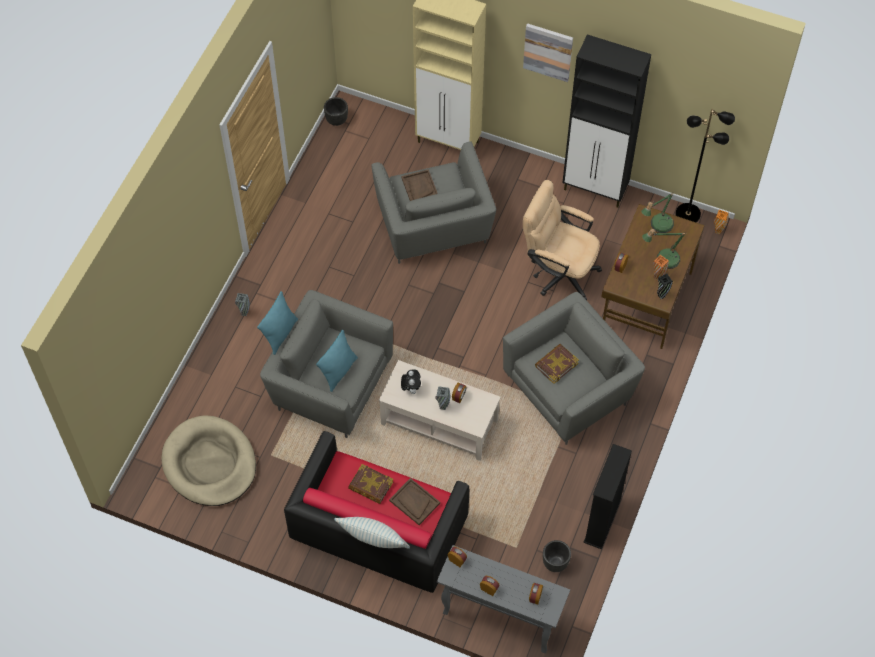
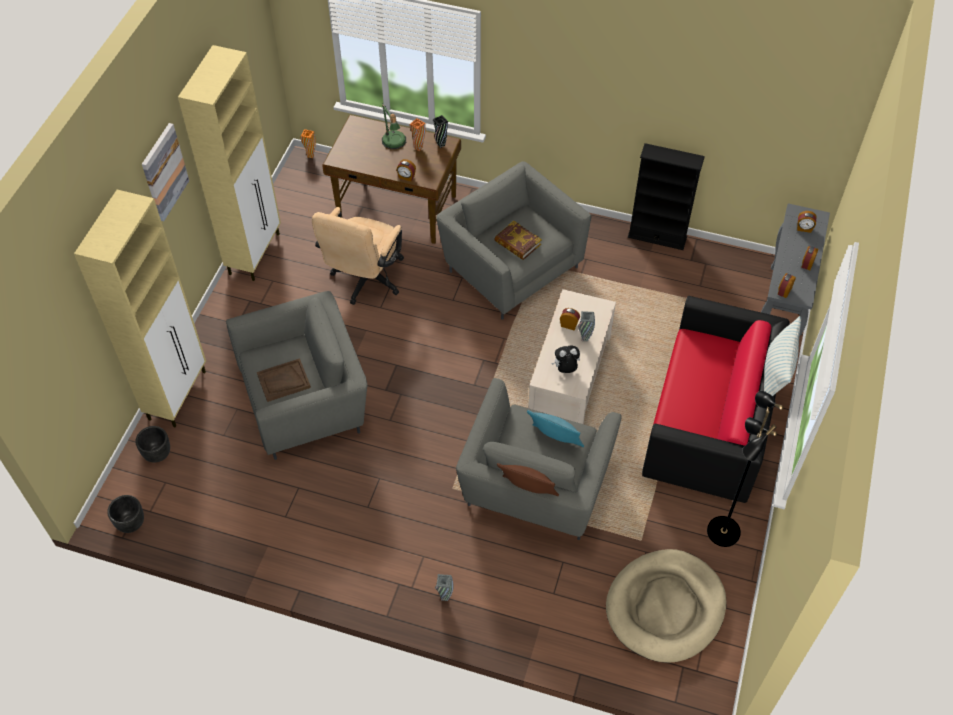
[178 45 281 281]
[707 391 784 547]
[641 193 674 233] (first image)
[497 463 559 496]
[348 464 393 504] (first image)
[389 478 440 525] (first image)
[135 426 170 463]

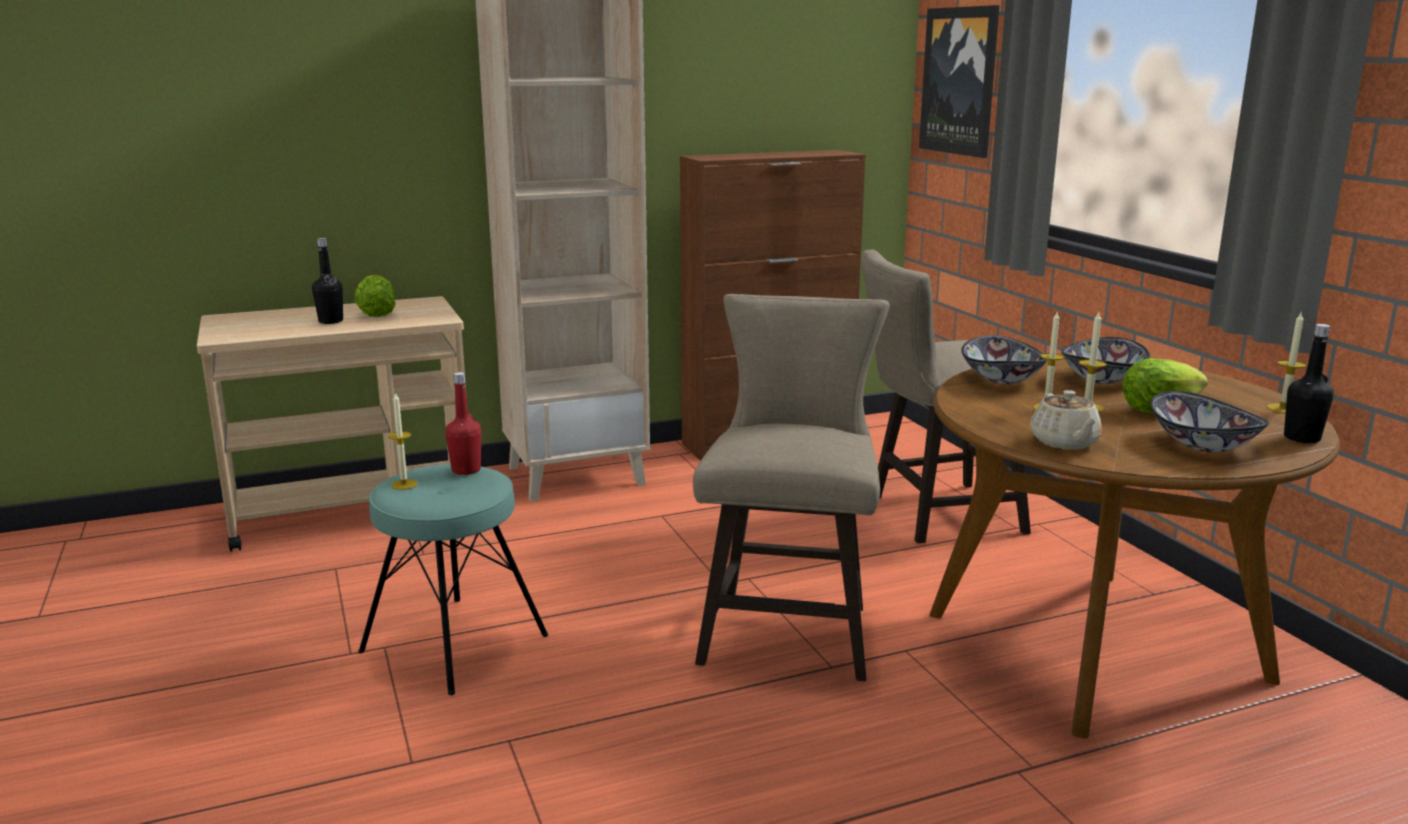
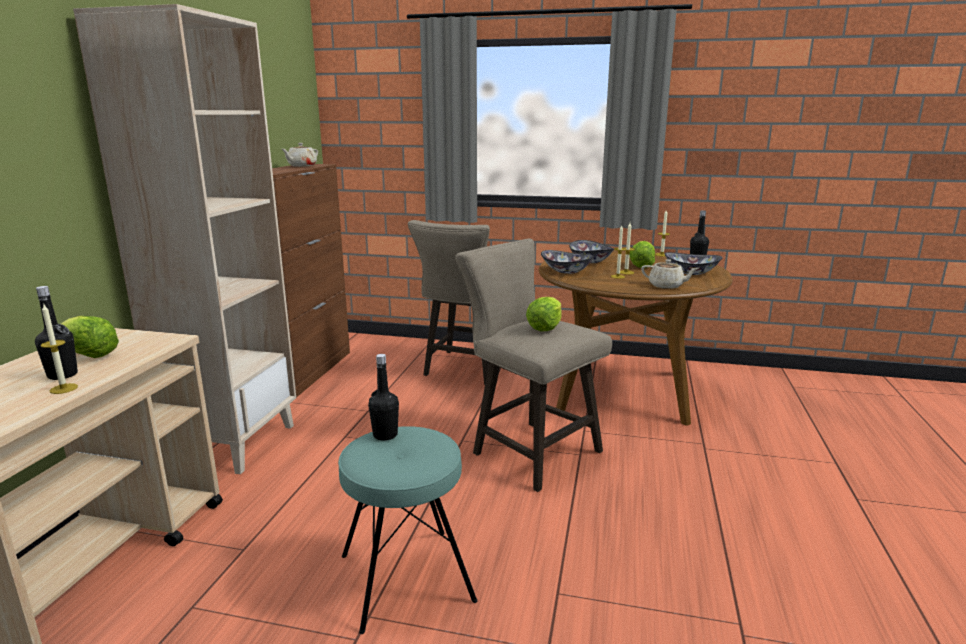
[919 5 999 158] (first image)
[368 354 399 441]
[41 304 78 394]
[282 143 318 167]
[526 297 562 331]

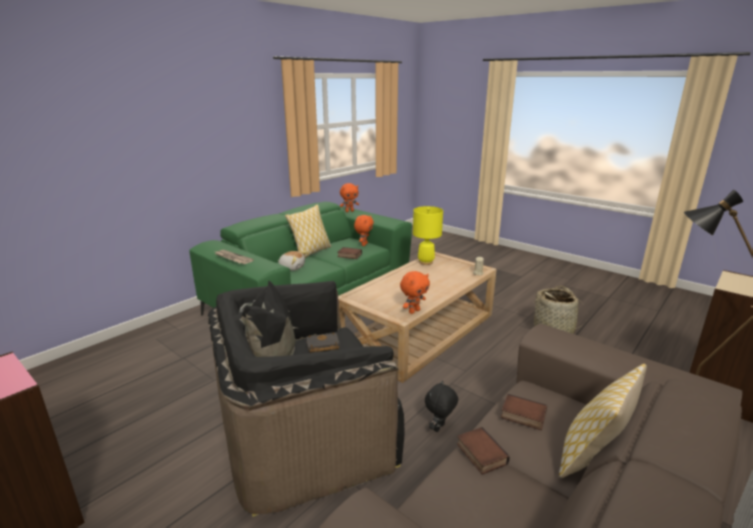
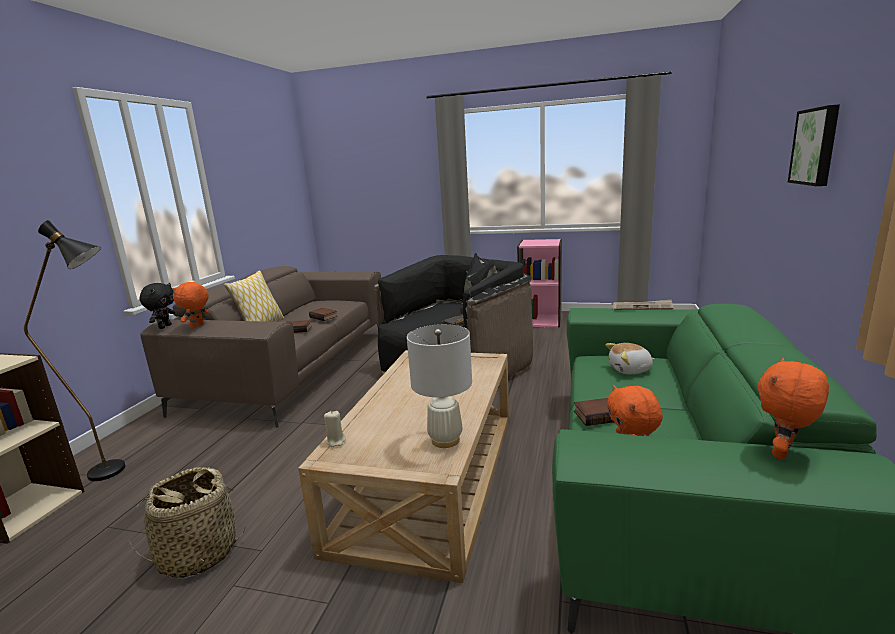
[285 204 331 258] (first image)
[407 324 472 448]
[172 282 209 329]
[139 283 175 329]
[788 104 840 186]

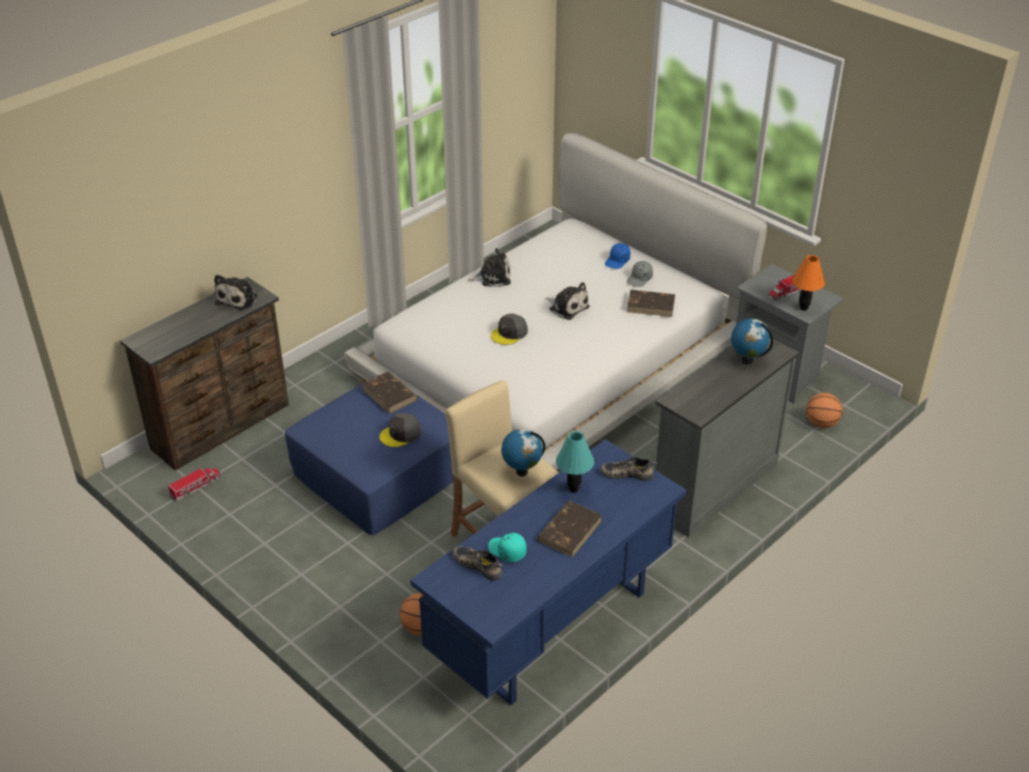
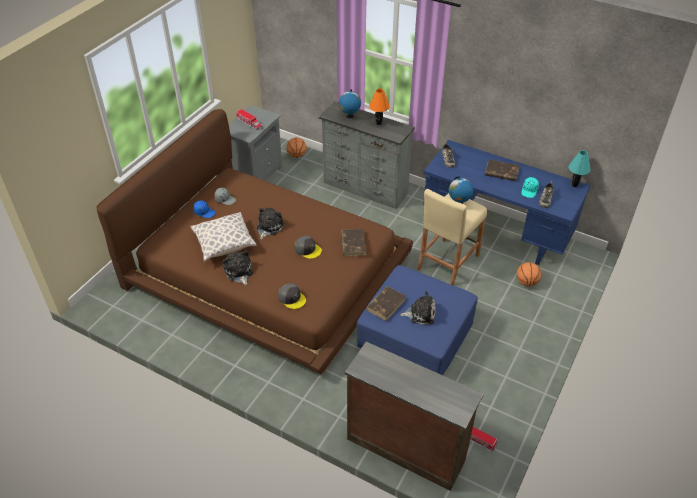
[96 109 413 374]
[369 88 390 125]
[400 291 436 325]
[341 229 366 256]
[278 283 306 309]
[568 150 591 187]
[191 212 257 262]

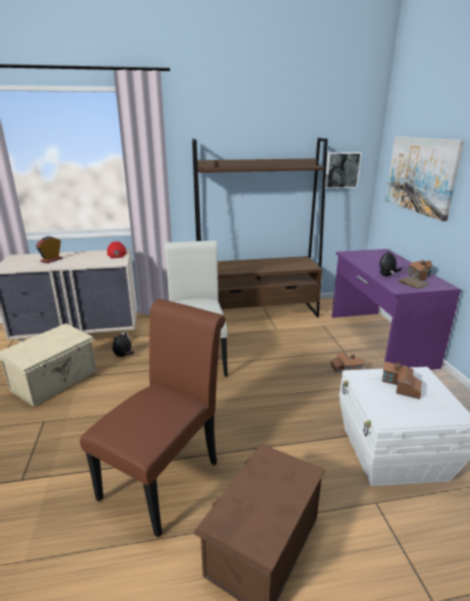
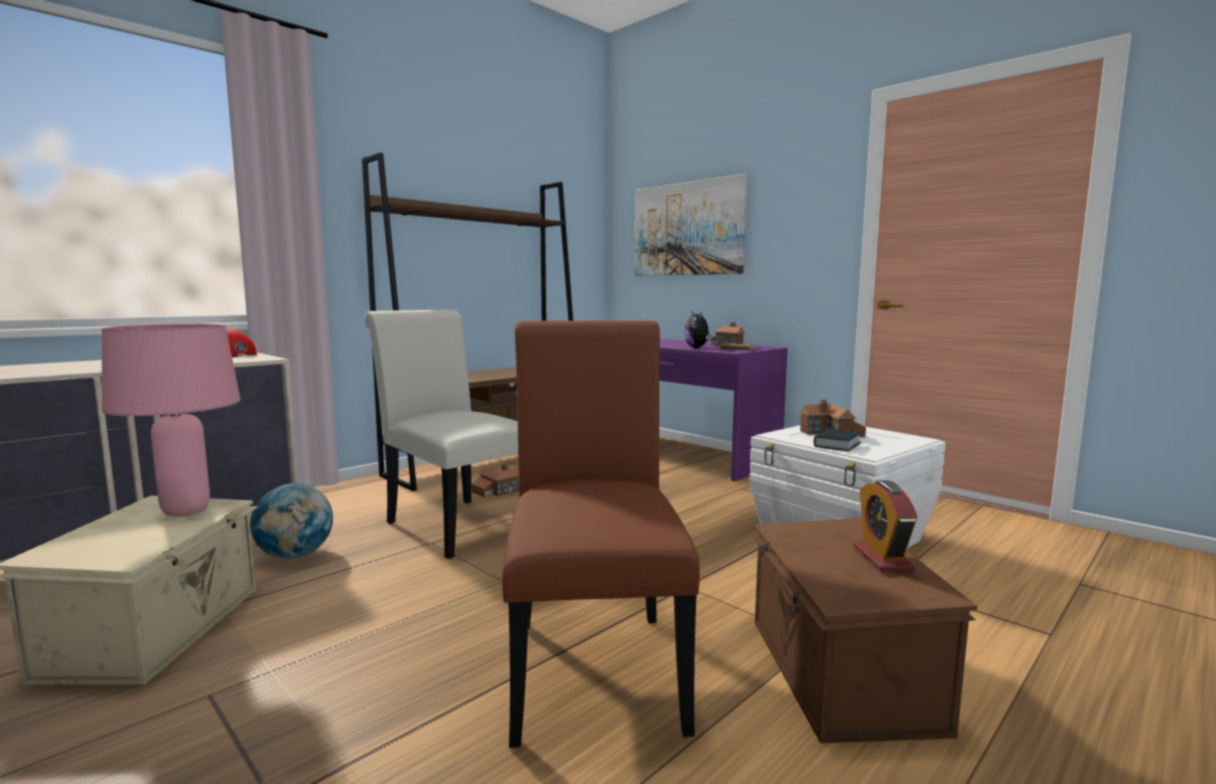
[325 152 362 189] (first image)
[853 480 918 572]
[250 483 333 559]
[471 463 519 497]
[102 324 241 516]
[814 429 861 451]

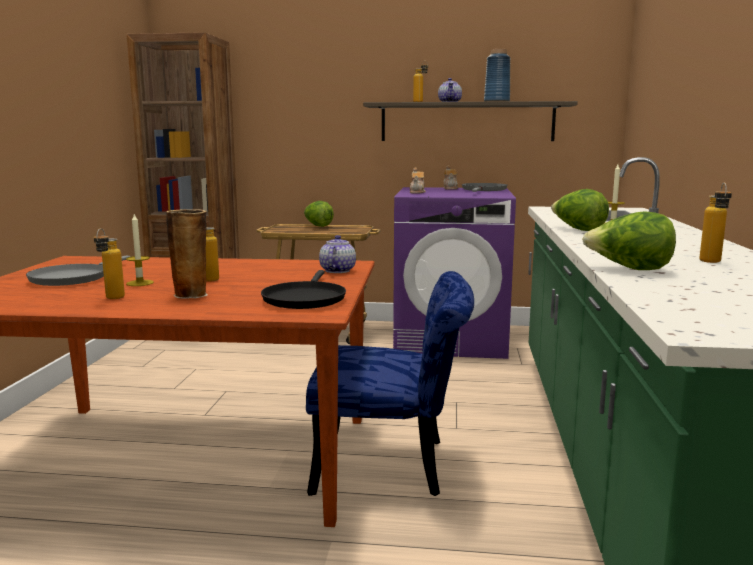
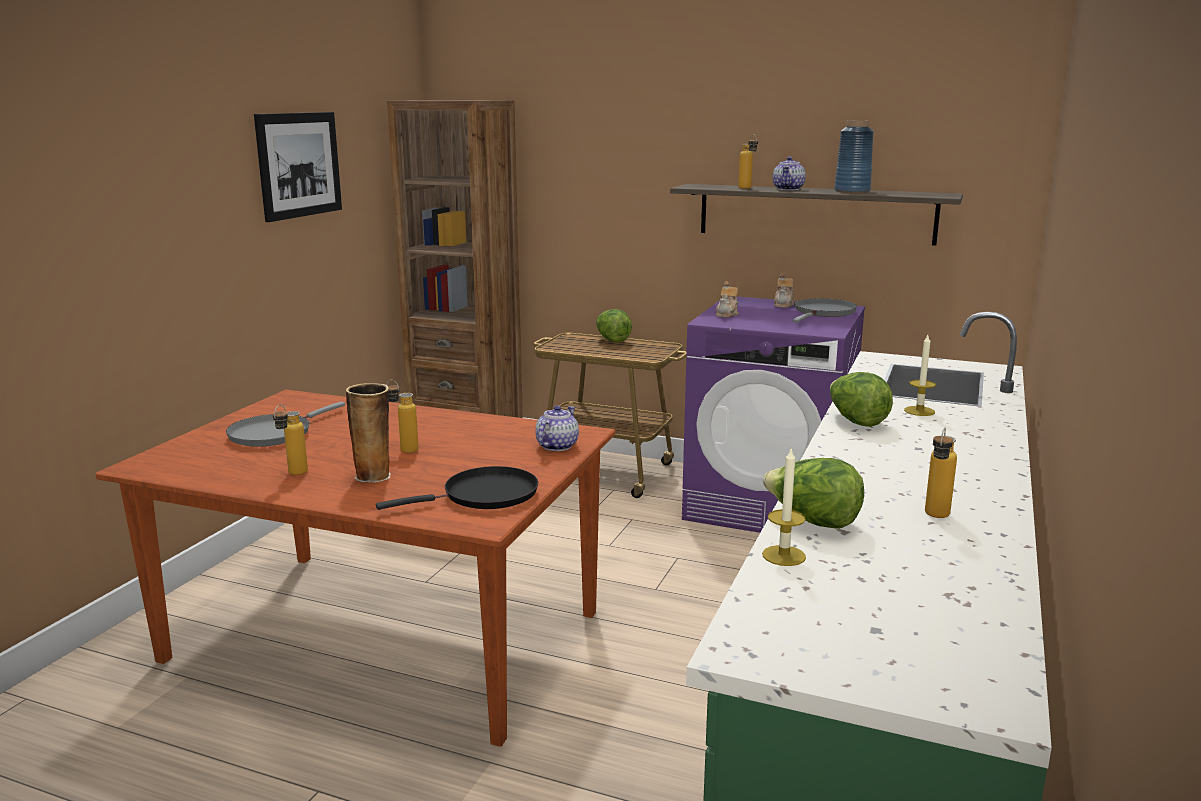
[762 449 806 566]
[376 466 538 510]
[306 271 474 496] (first image)
[254 112 342 222]

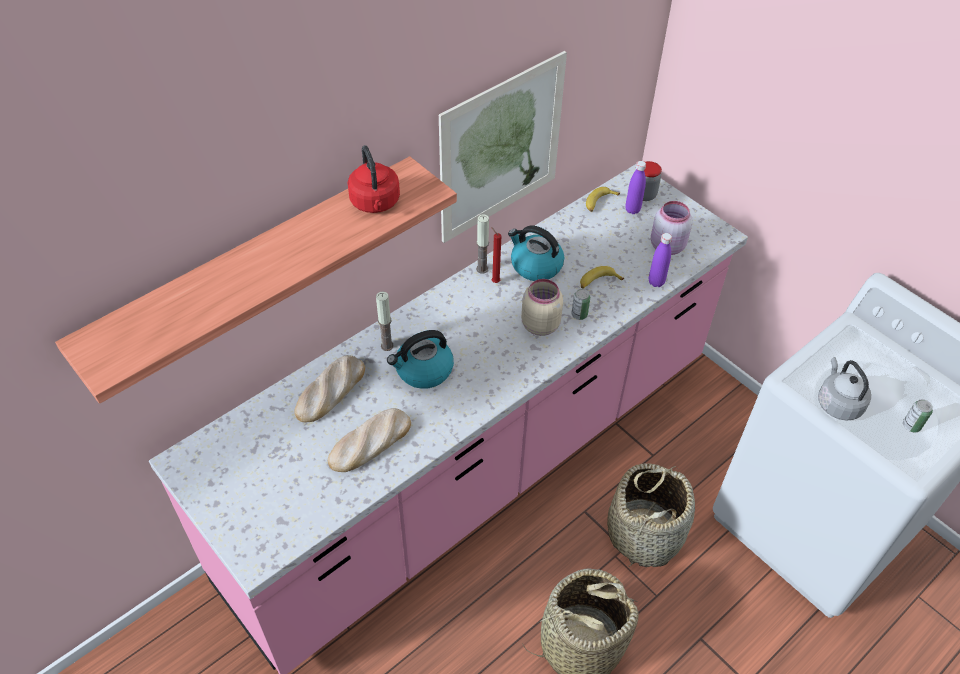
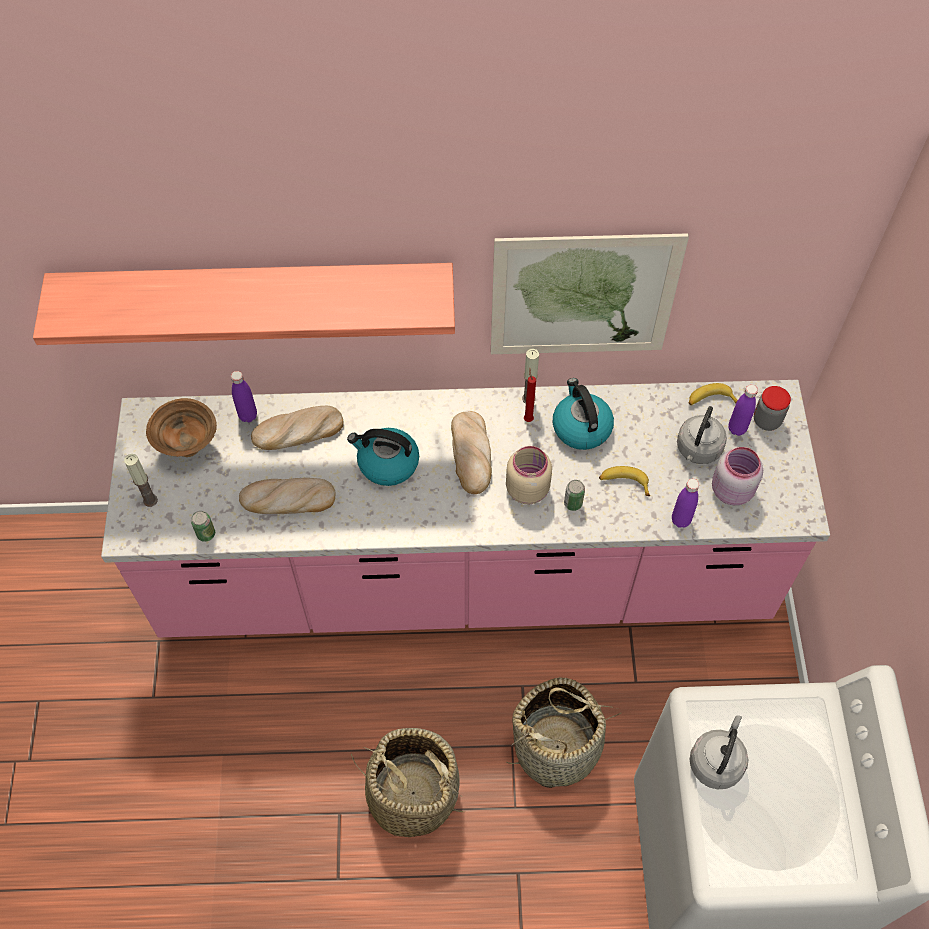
[348 145 400 213] (first image)
[124 454 158 507]
[191 511 215 542]
[231 371 257 422]
[146 398 217 457]
[677 406 727 464]
[451 411 492 494]

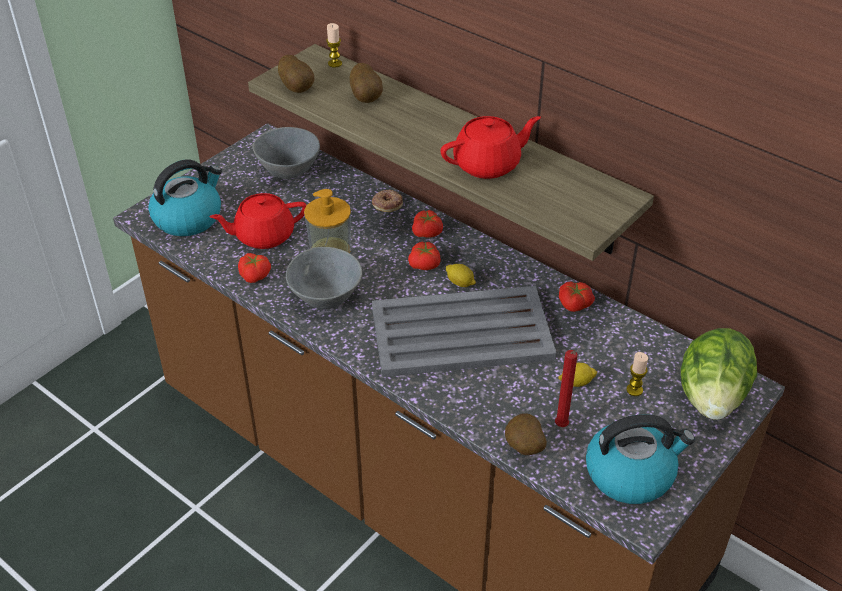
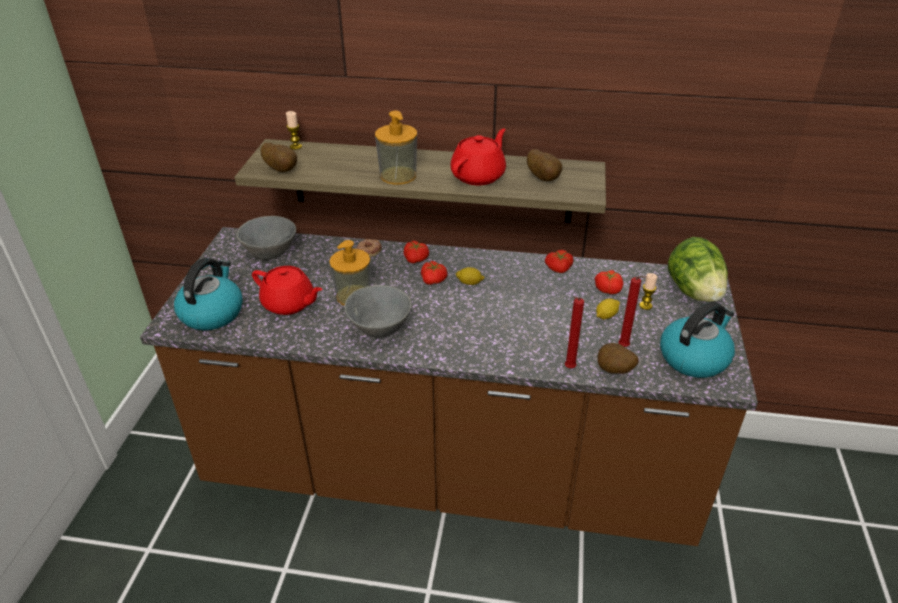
[527 149 562 181]
[252 266 322 315]
[595 270 623 294]
[372 286 557 377] (first image)
[375 111 417 185]
[565 296 584 368]

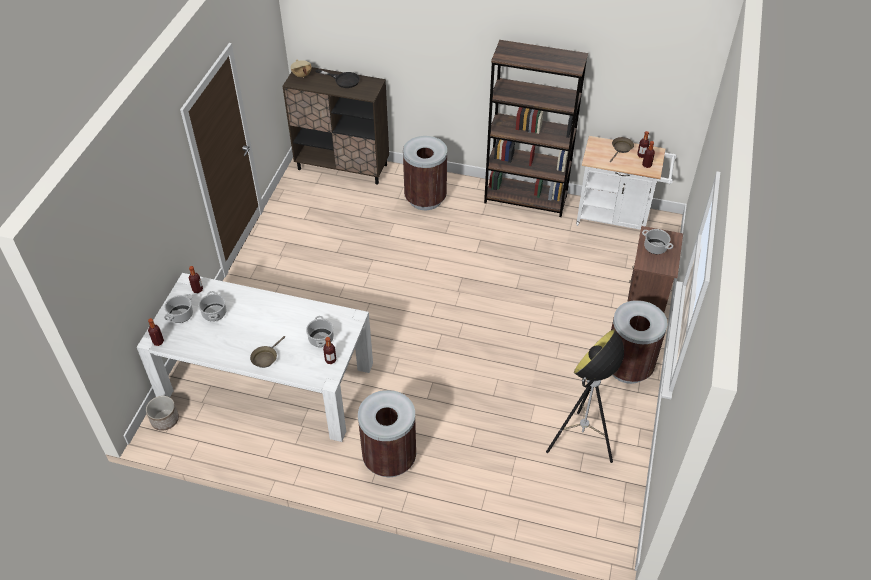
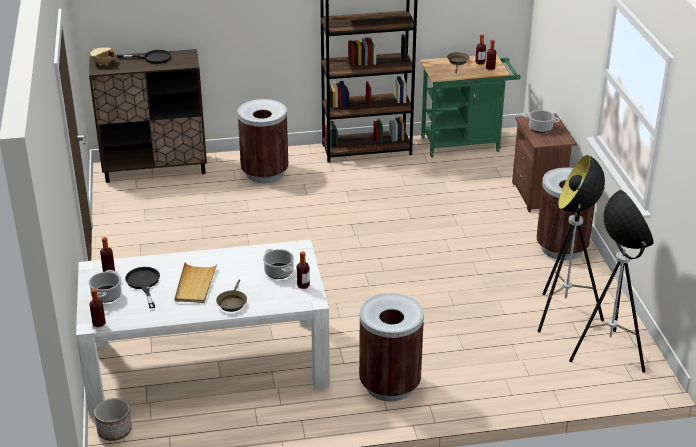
[420 54 521 158]
[125 267 160 309]
[569 190 654 373]
[175 262 217 303]

